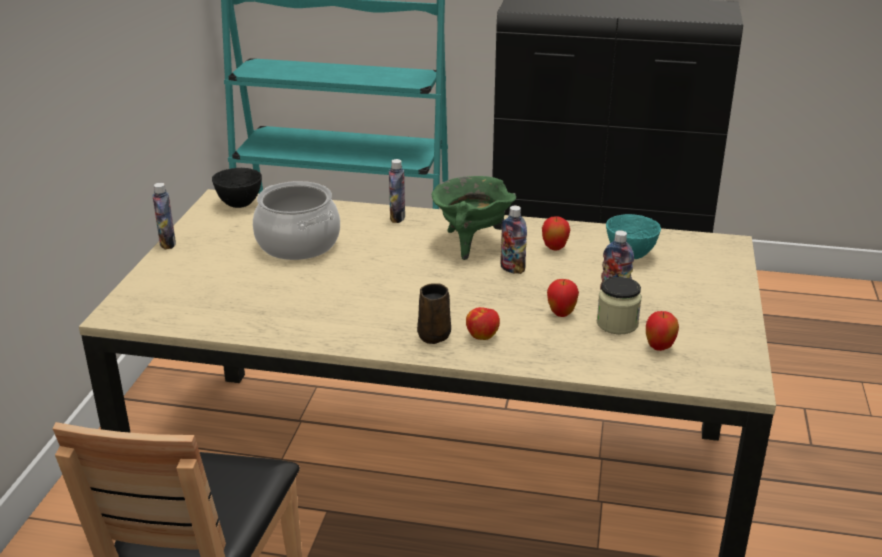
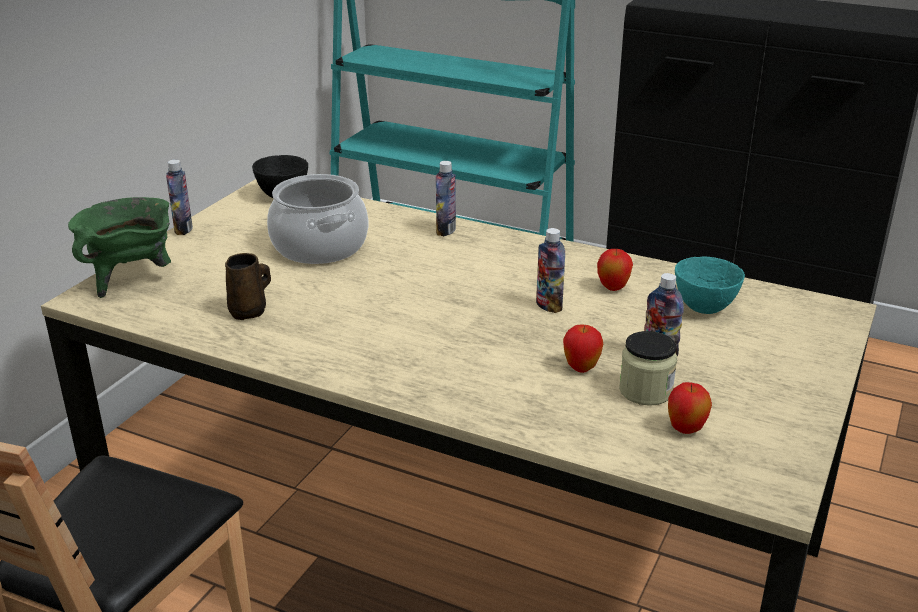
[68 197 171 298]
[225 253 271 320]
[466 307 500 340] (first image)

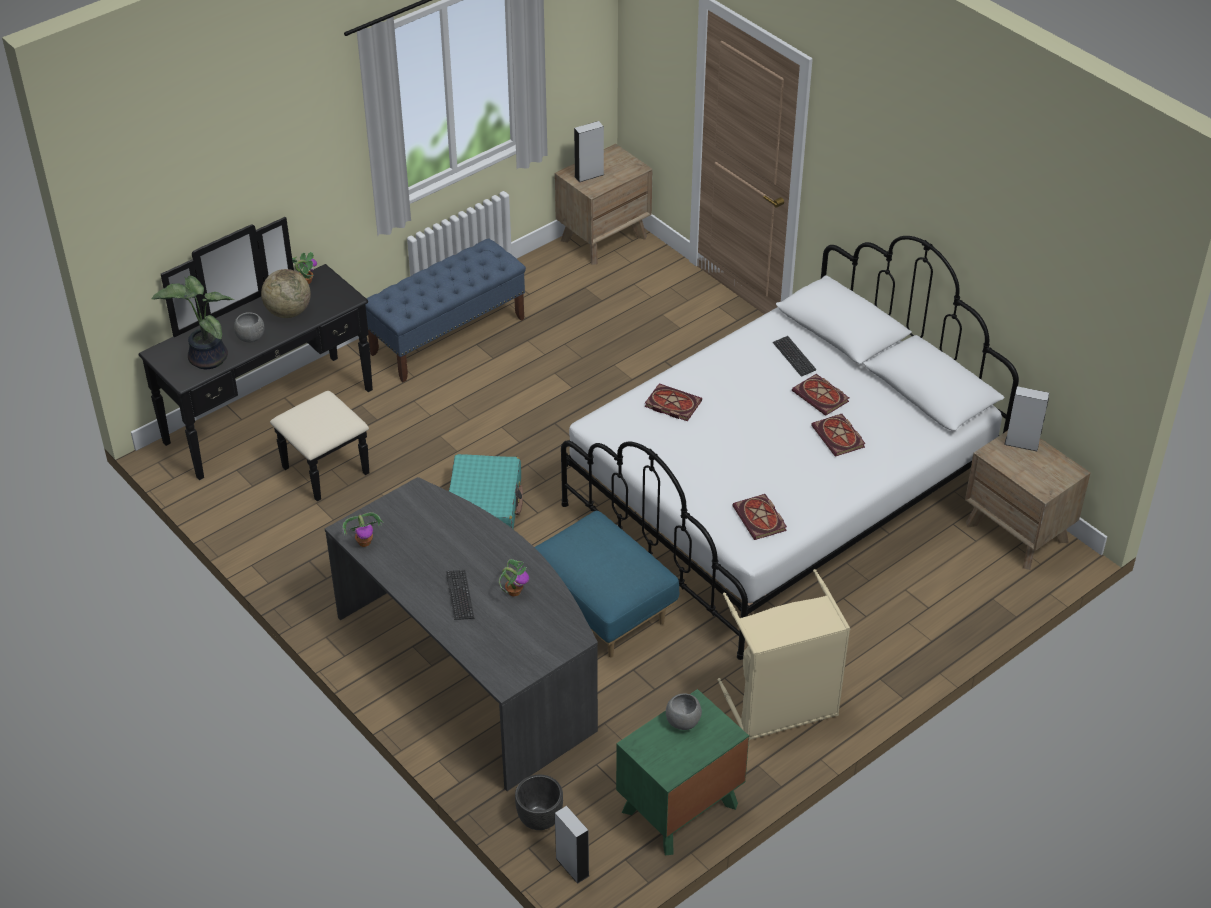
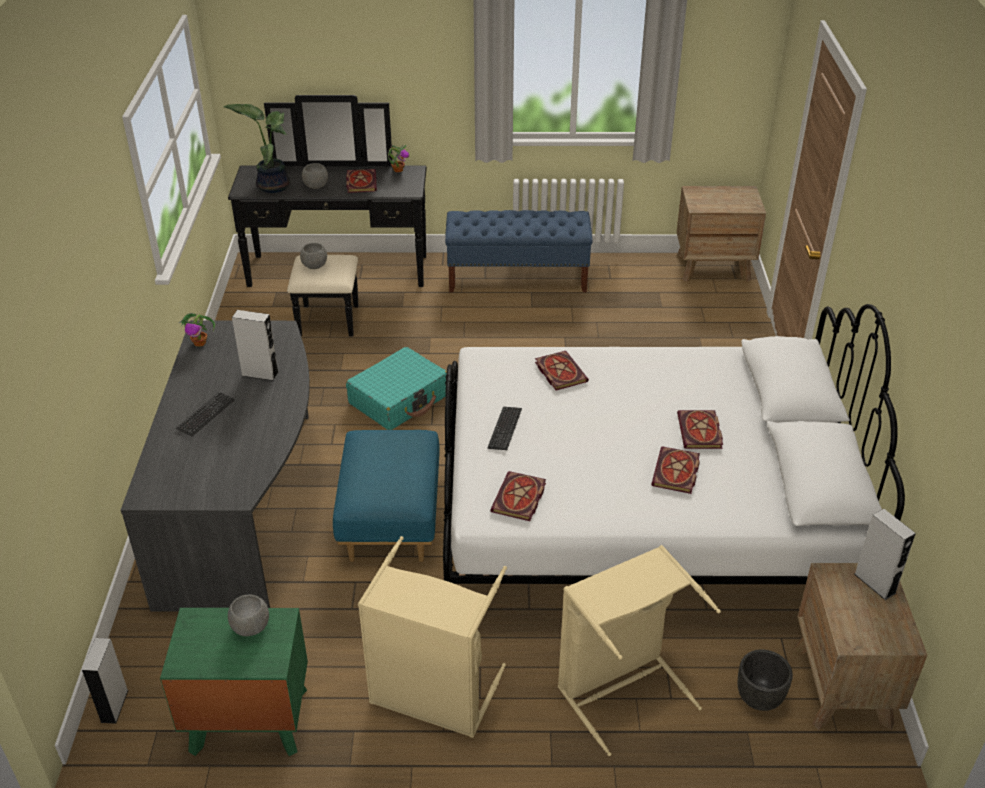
[232 310 279 381]
[346 169 377 193]
[487 407 522 450]
[499 559 529 597] (first image)
[738 649 793 711]
[300 243 327 269]
[558 545 721 756]

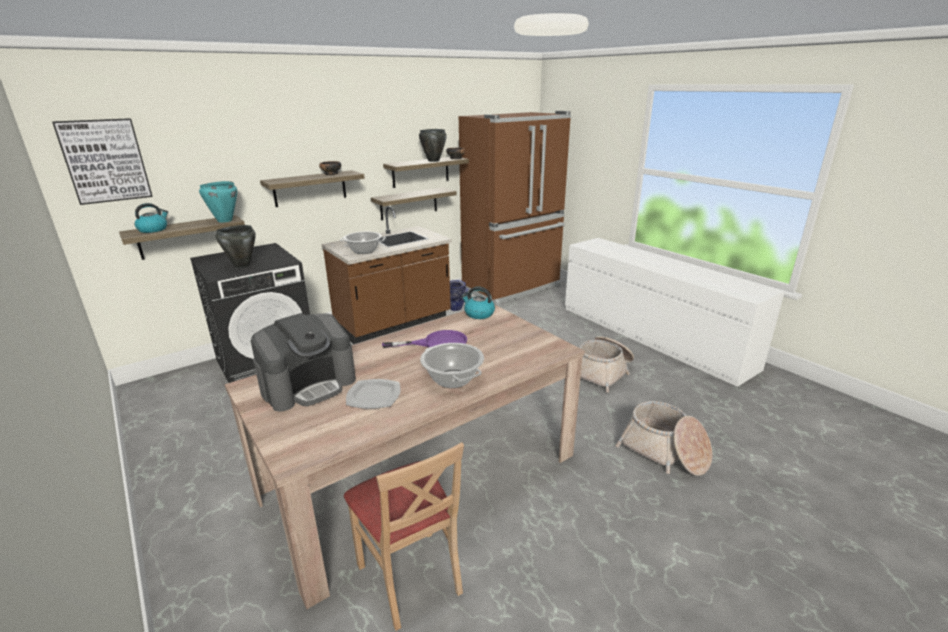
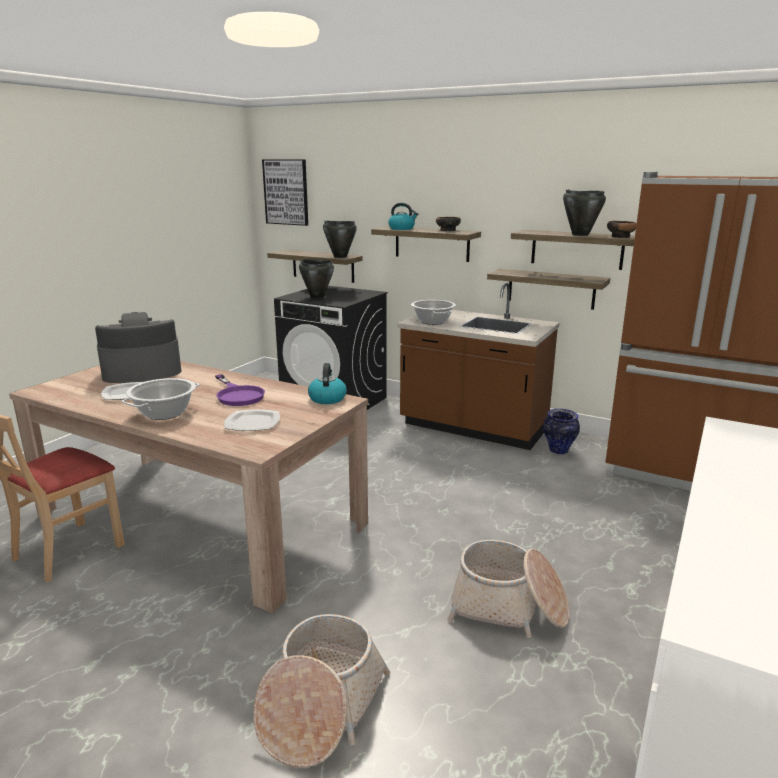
[323 221 357 258]
[388 203 418 230]
[95 312 181 383]
[224 409 280 431]

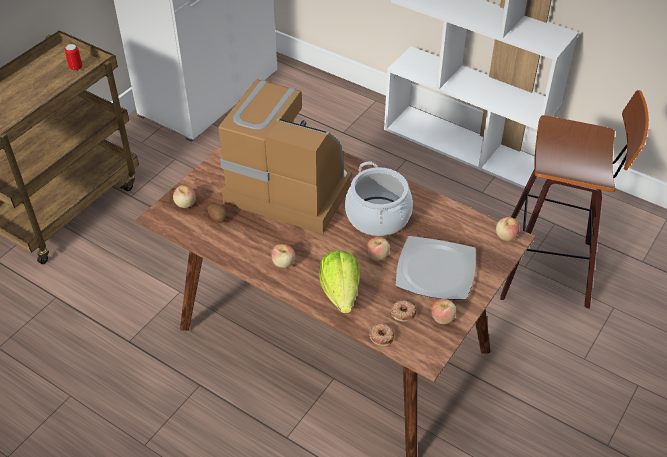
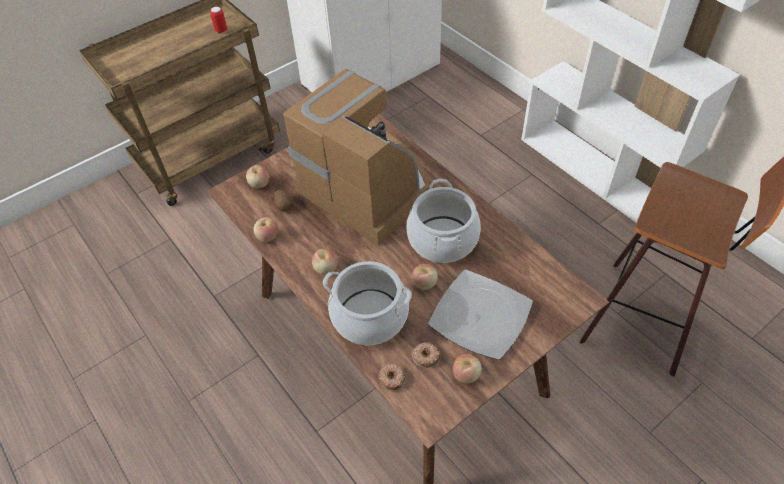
[254 217 278 242]
[323 261 412 345]

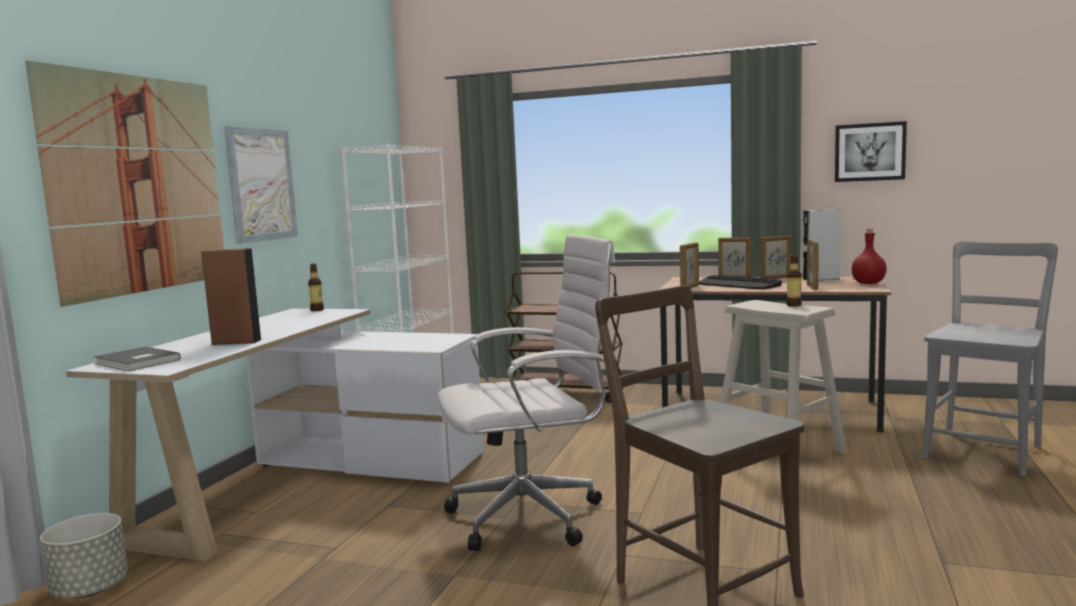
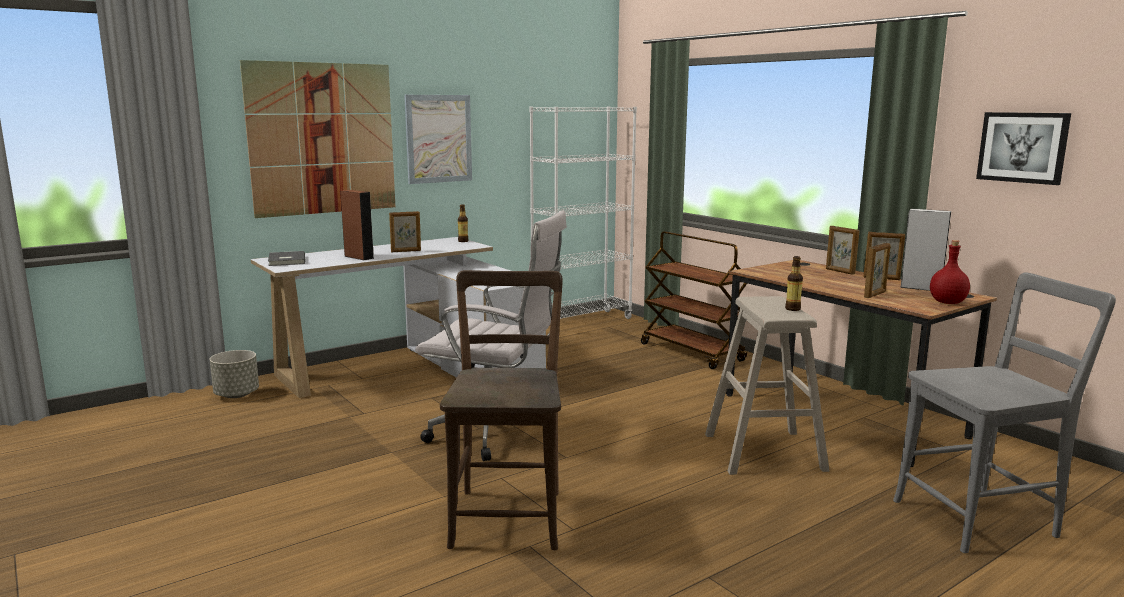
[389 211 421 252]
[699 275 782 289] (first image)

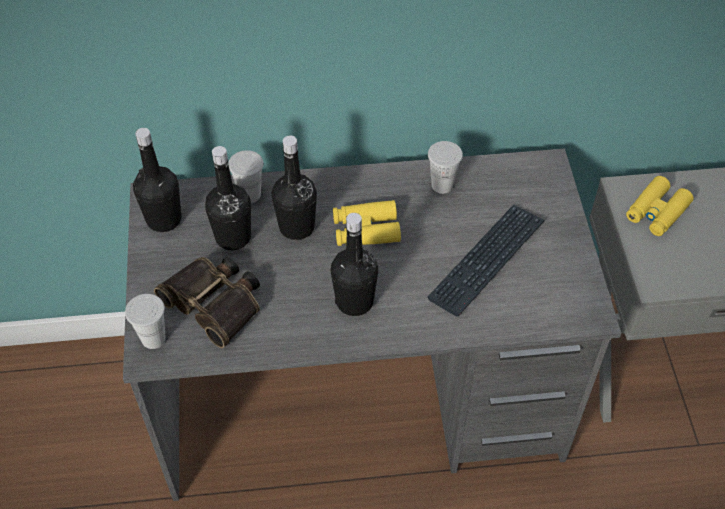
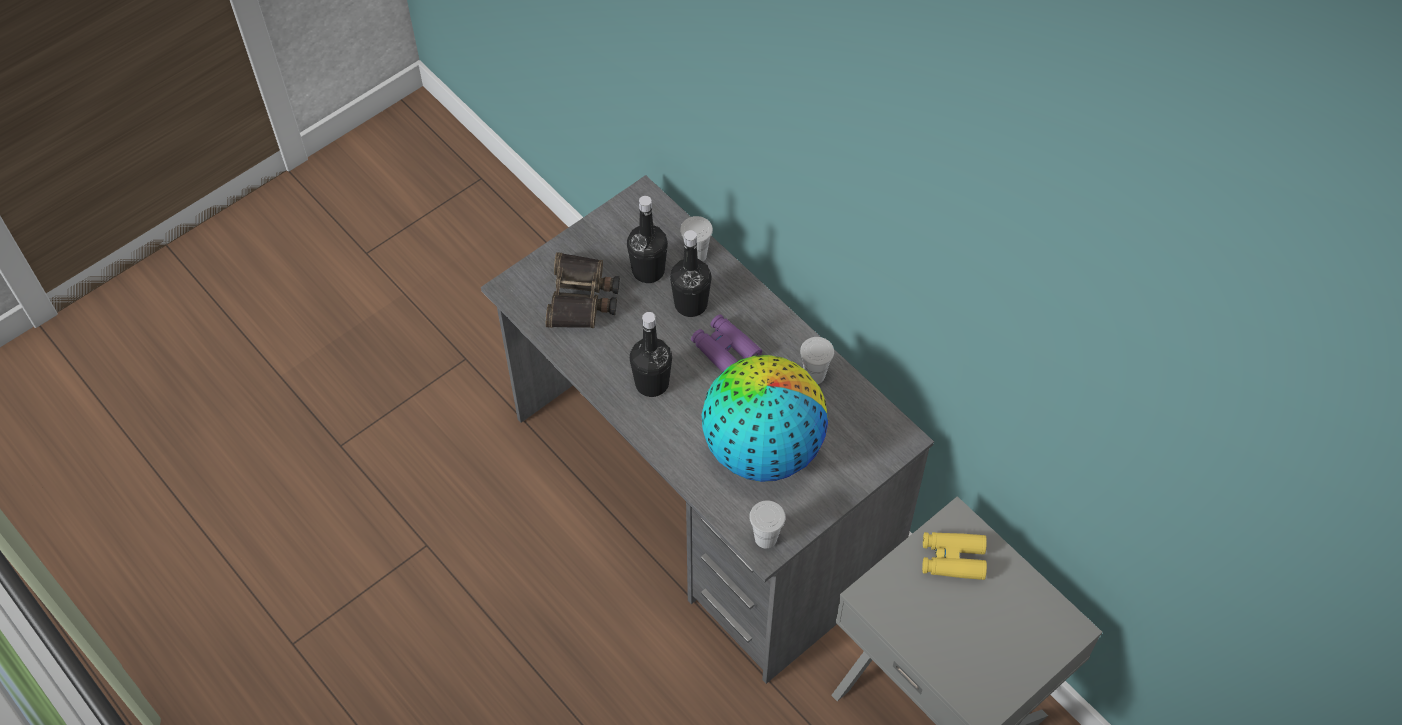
[133 128 182 232] (first image)
[691 314 762 372]
[702 355 828 482]
[749 500 786 549]

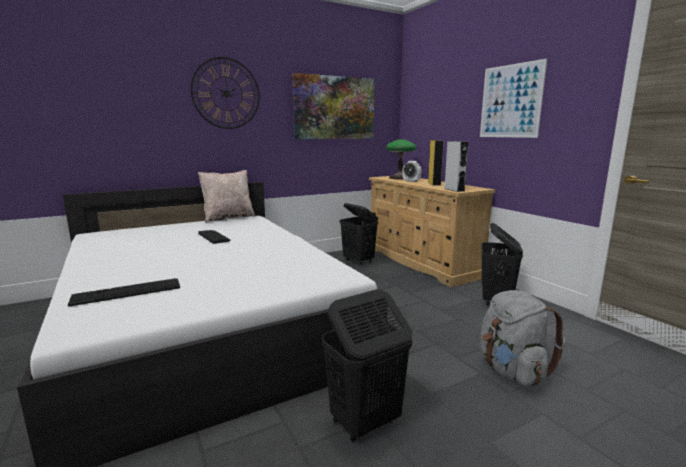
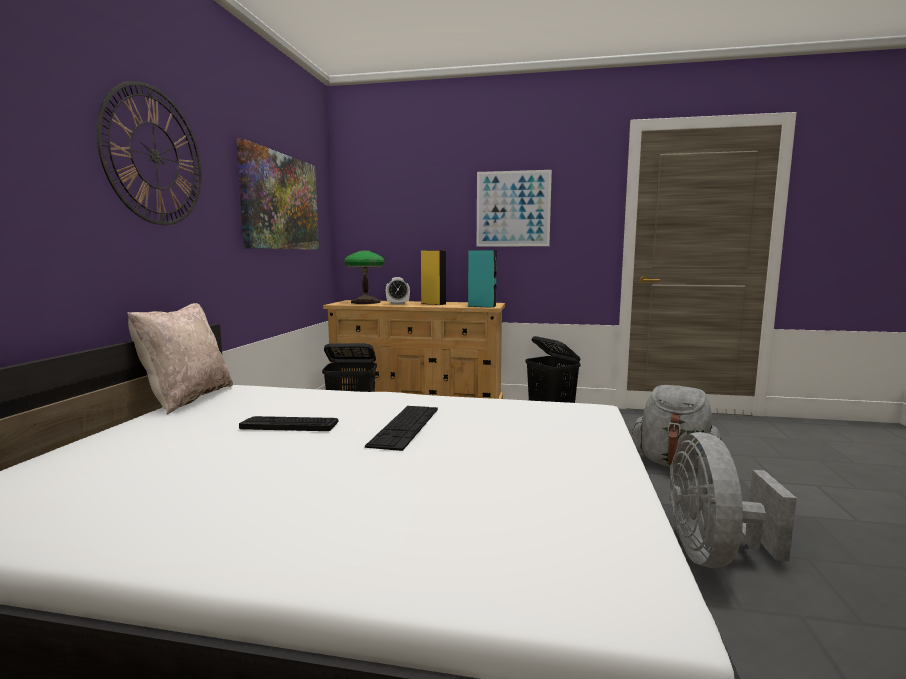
[468 250 497 308]
[365 406 438 451]
[669 432 797 568]

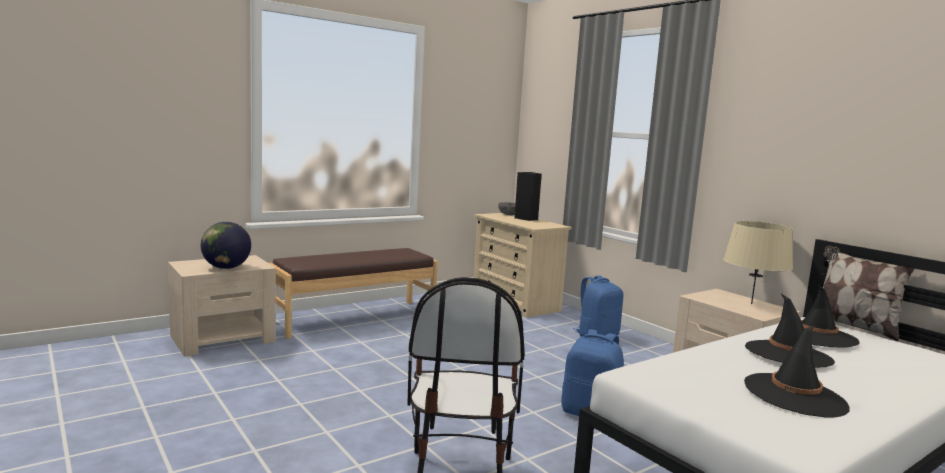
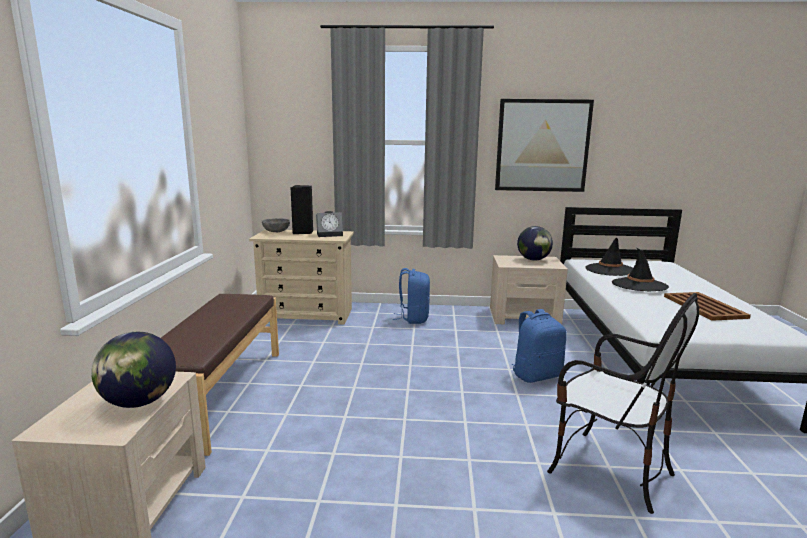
[517 226 553 261]
[823 246 914 342] (first image)
[664 292 751 321]
[495 99 594 192]
[316 211 343 237]

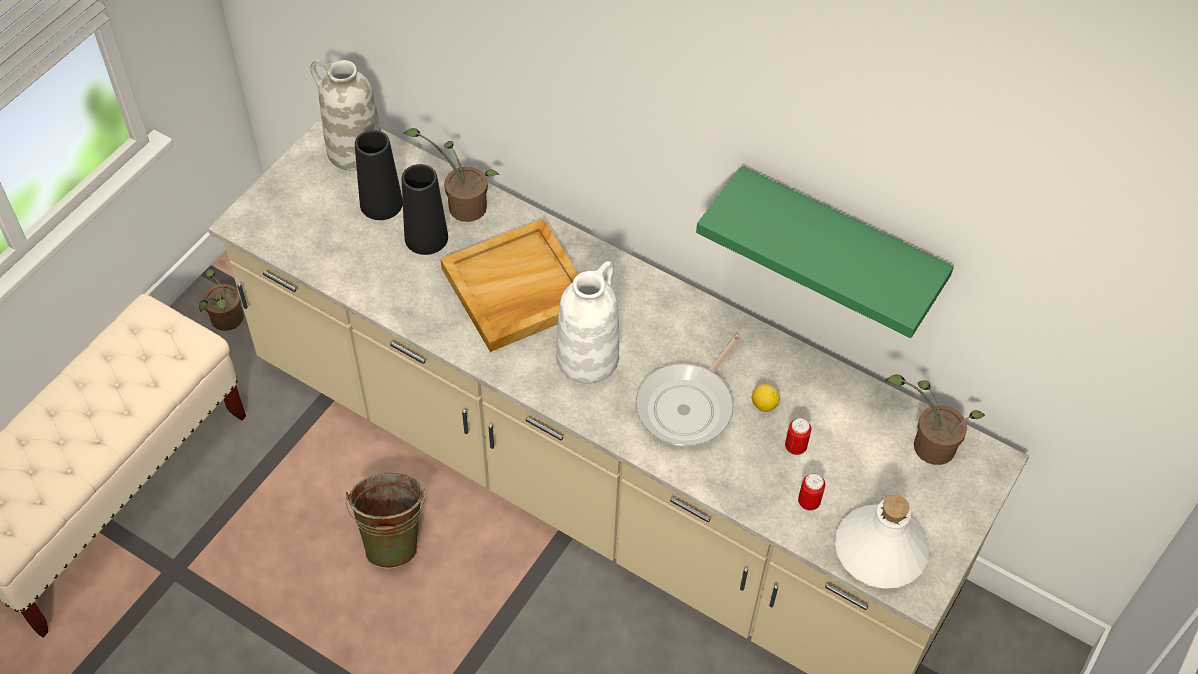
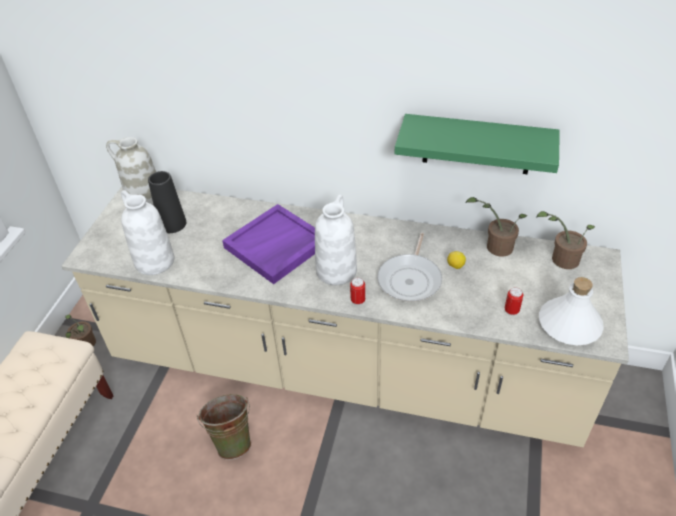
[465 197 527 257]
[402 164 448 255] (first image)
[222 204 315 284]
[350 278 365 305]
[121 190 174 275]

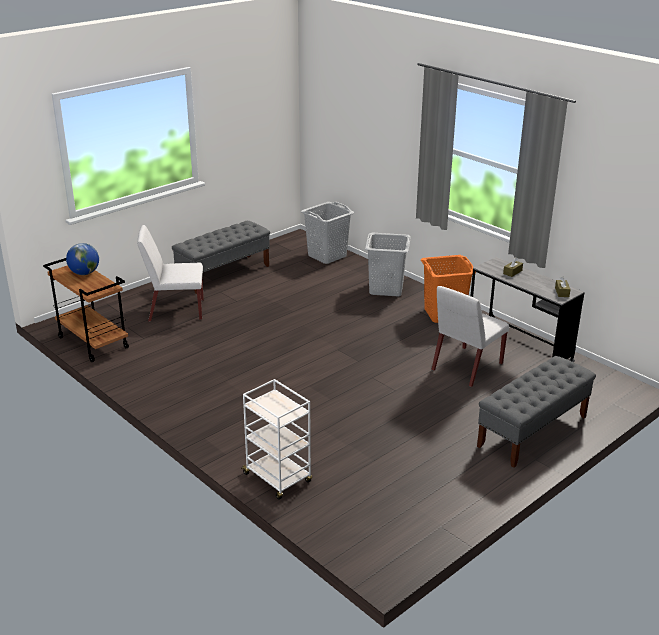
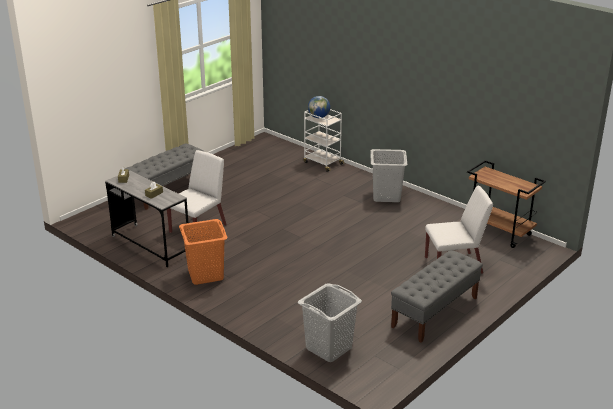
[370 149 408 202]
[308 96 330 118]

